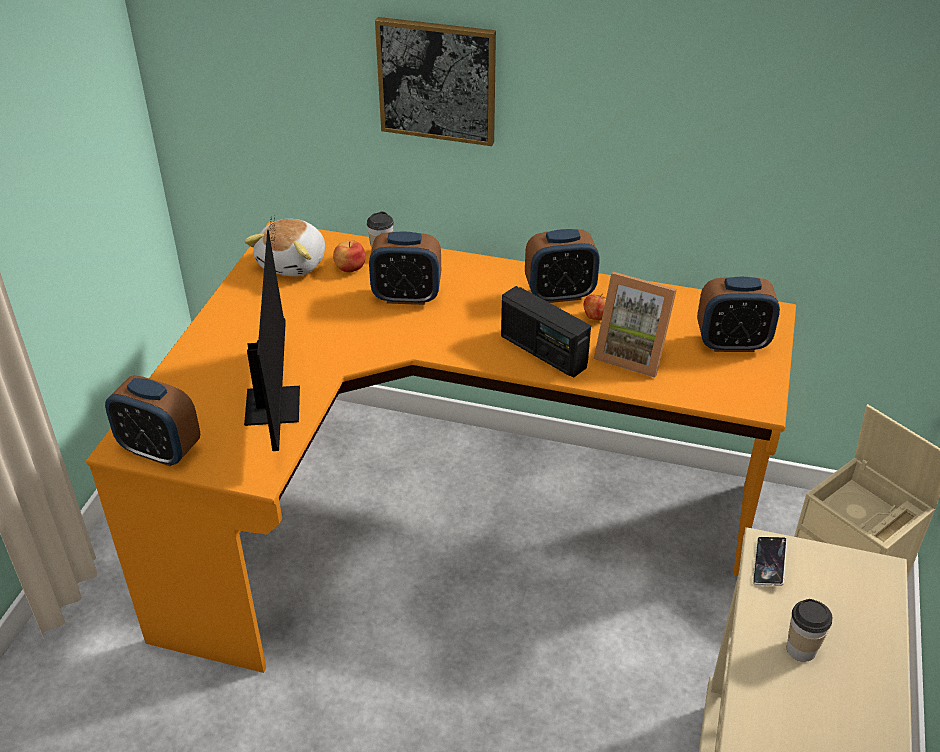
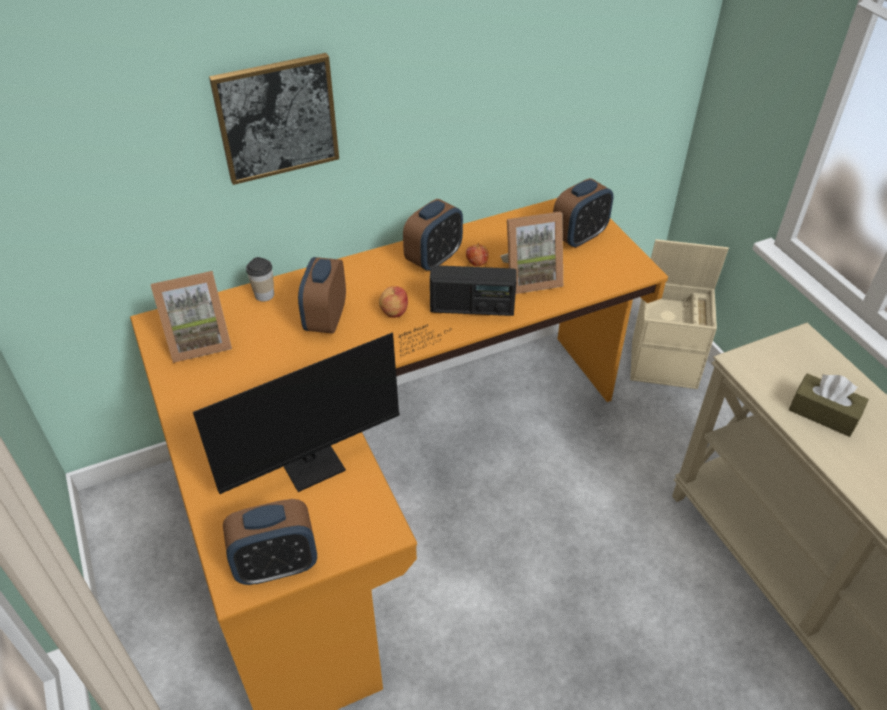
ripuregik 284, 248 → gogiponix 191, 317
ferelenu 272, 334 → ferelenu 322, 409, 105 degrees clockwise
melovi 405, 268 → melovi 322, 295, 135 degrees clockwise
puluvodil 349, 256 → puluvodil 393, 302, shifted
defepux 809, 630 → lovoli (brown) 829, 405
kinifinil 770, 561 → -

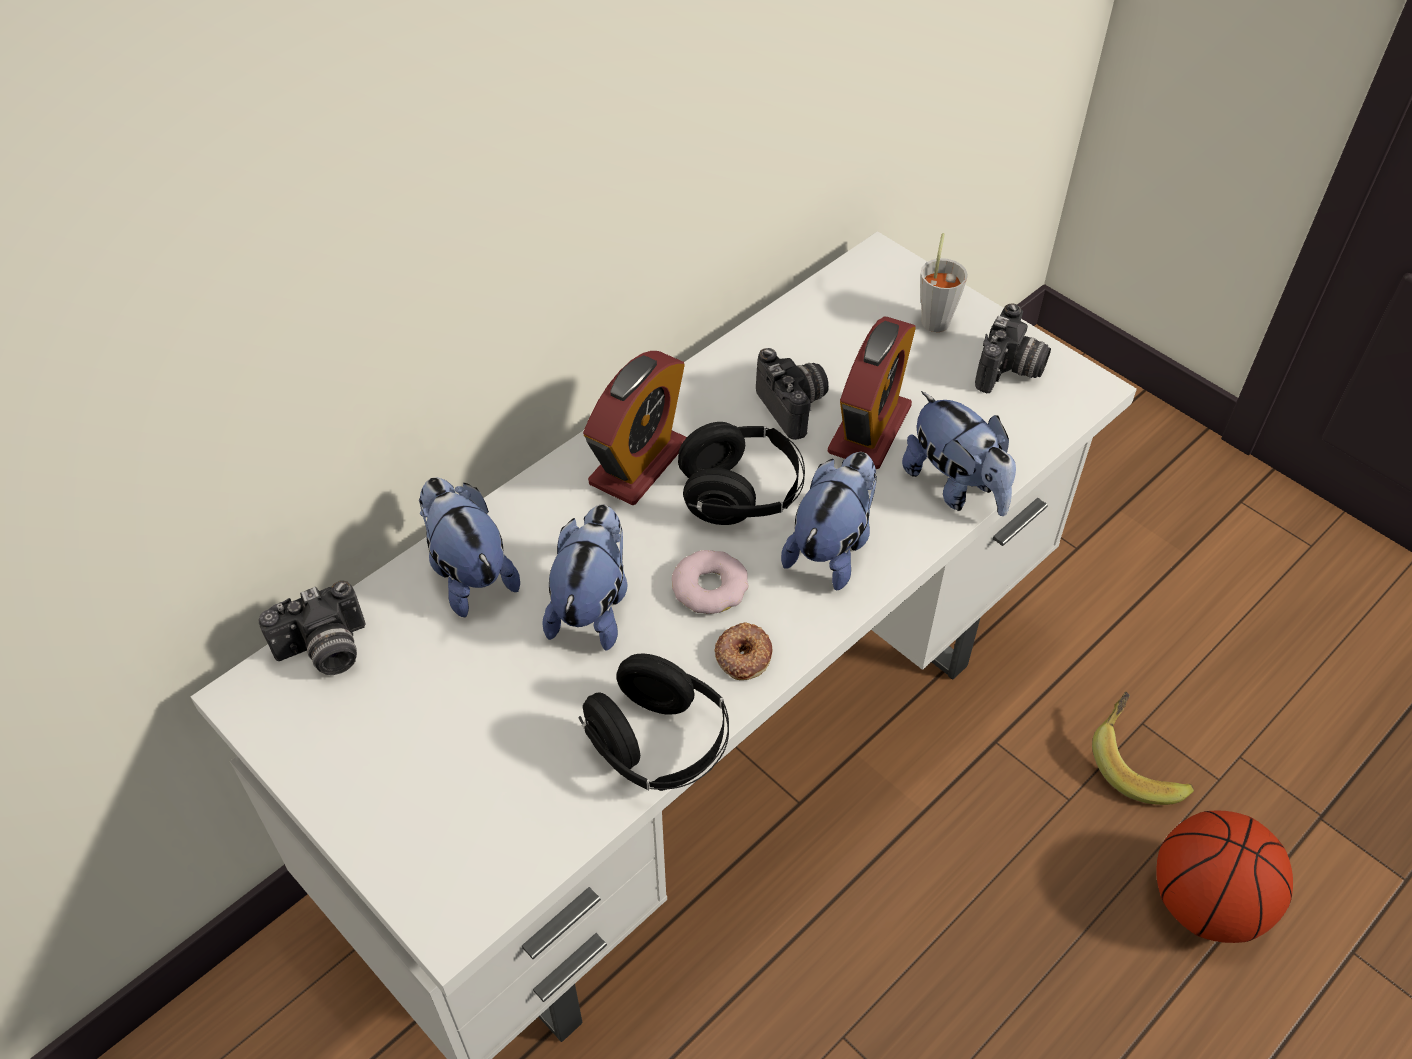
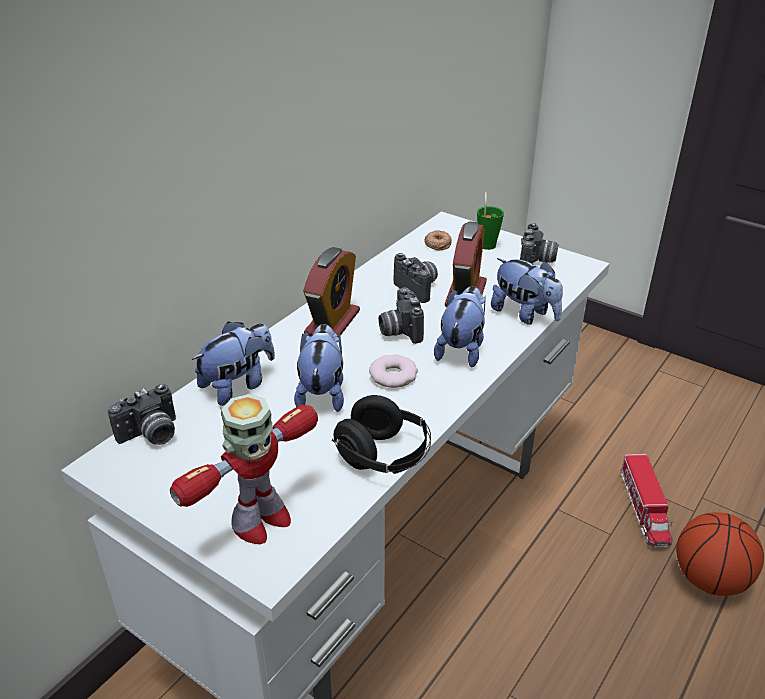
- → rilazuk 244, 469
ripuregik 469, 547 → ripuregik 233, 363, 90 degrees clockwise
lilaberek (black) 741, 473 → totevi 401, 315
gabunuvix 743, 651 → gabunuvix 438, 240, shifted
defepux (grey) 944, 282 → defepux (green) 490, 221
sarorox 1143, 748 → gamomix 647, 501

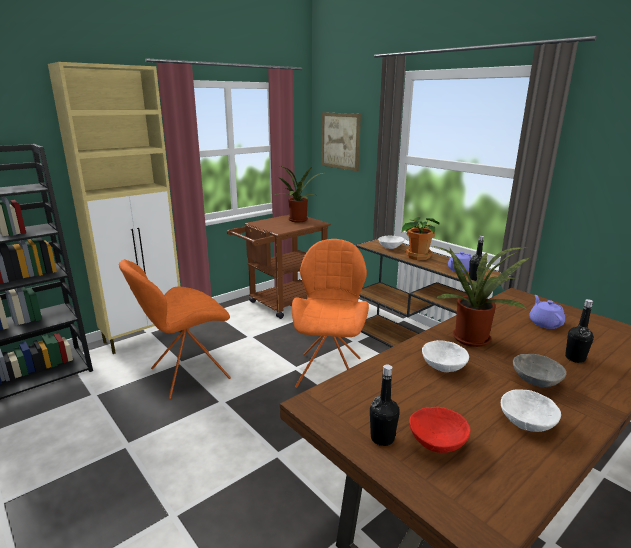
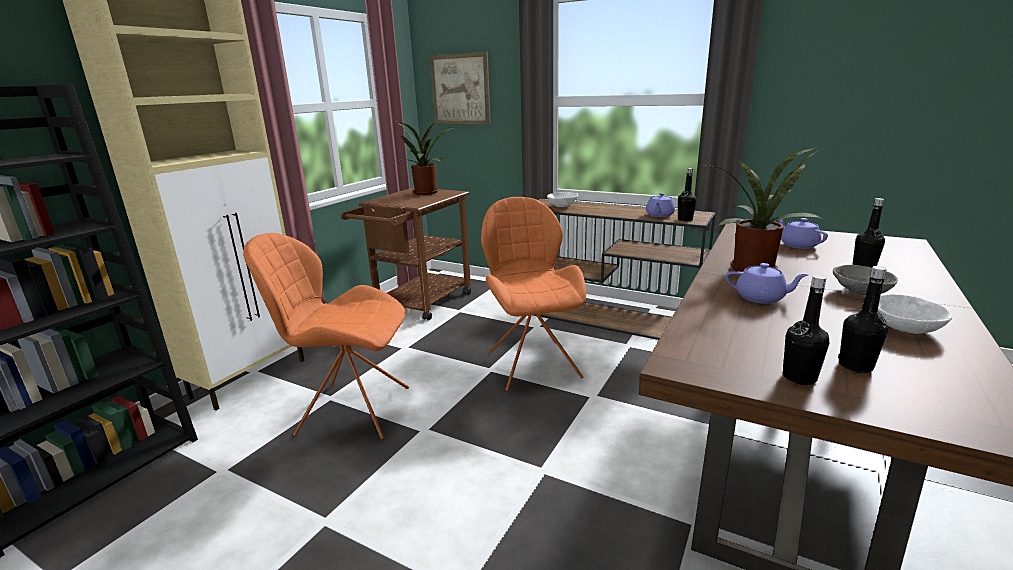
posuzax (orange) 175, 329 → posuzax (orange) 326, 336, 60 degrees clockwise
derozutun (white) 445, 356 → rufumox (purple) 767, 283
derozutun (red) 439, 430 → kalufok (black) 863, 319
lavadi 420, 238 → -

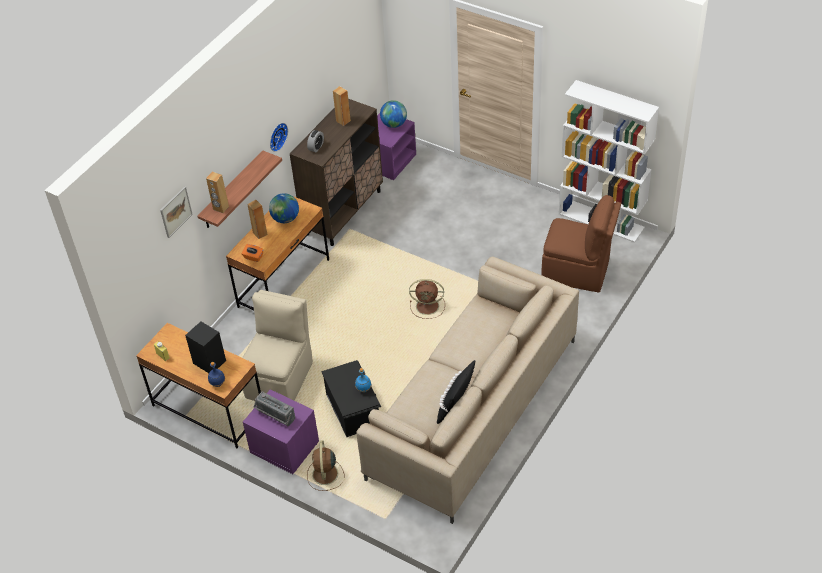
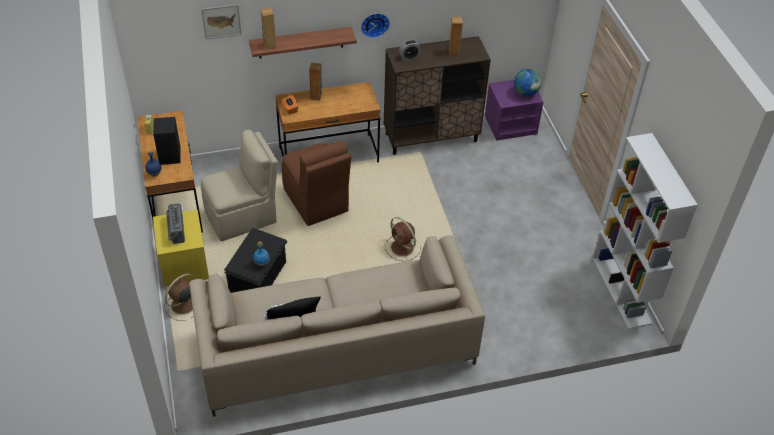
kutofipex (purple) 281, 431 → kutofipex (yellow) 181, 248
posuzax (brown) 581, 243 → posuzax (brown) 316, 183, shifted
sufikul 284, 208 → -

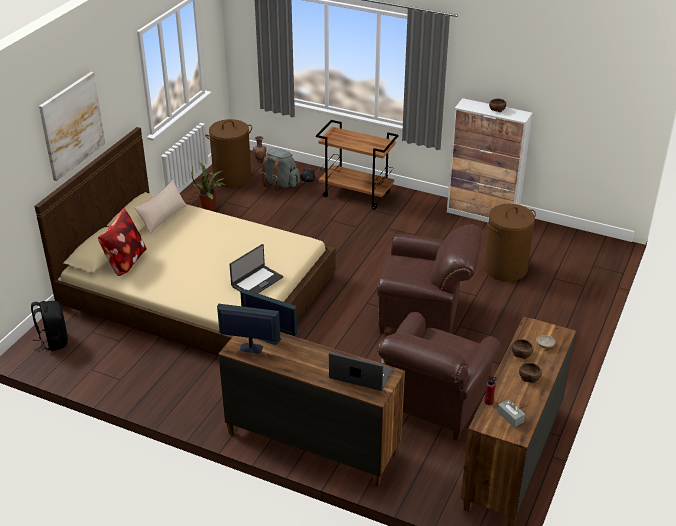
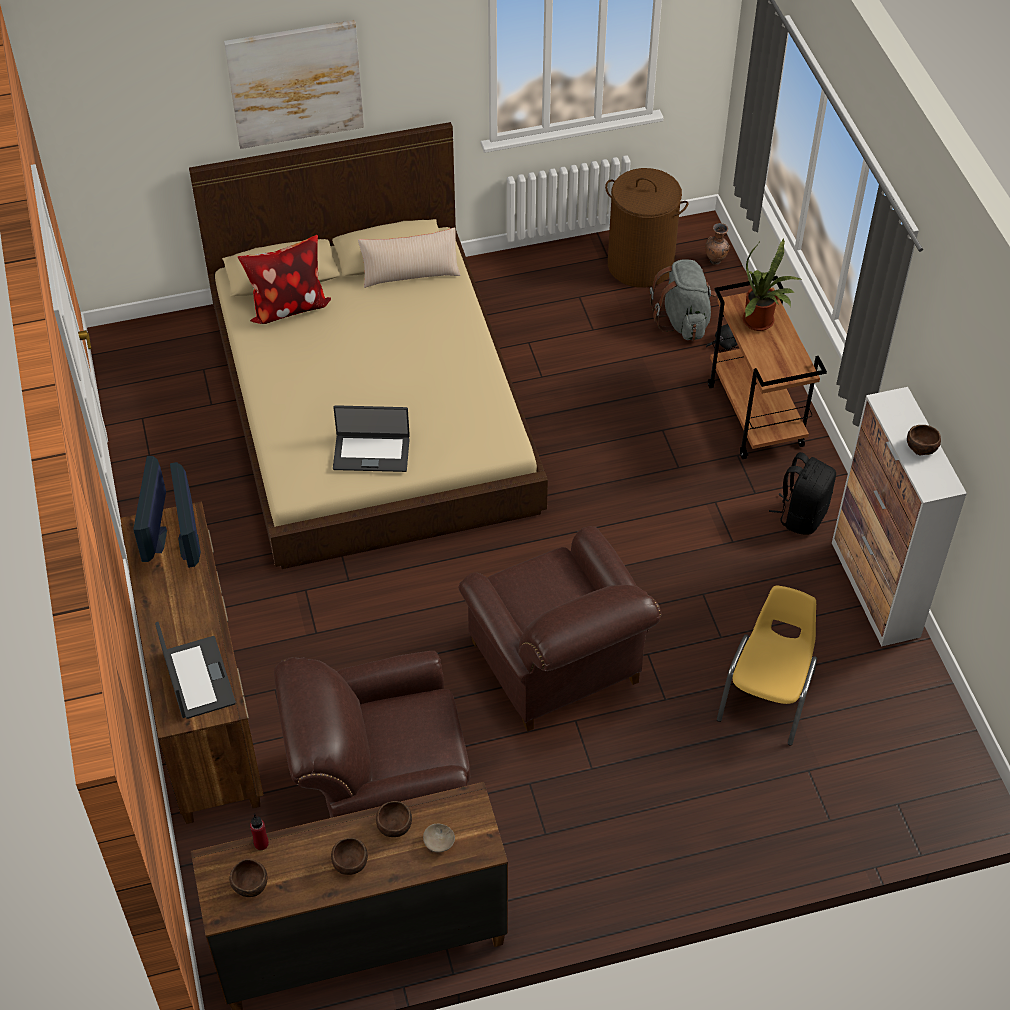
ferelenu 248, 329 → ferelenu 150, 509, 150 degrees counterclockwise
lovoli (grey) 511, 413 → derozutun (brown) 248, 878
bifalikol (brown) 510, 242 → posuzax (yellow) 767, 665
lavadi 208, 186 → lavadi 773, 285, shifted
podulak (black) 49, 326 → podulak (black) 802, 493, shifted

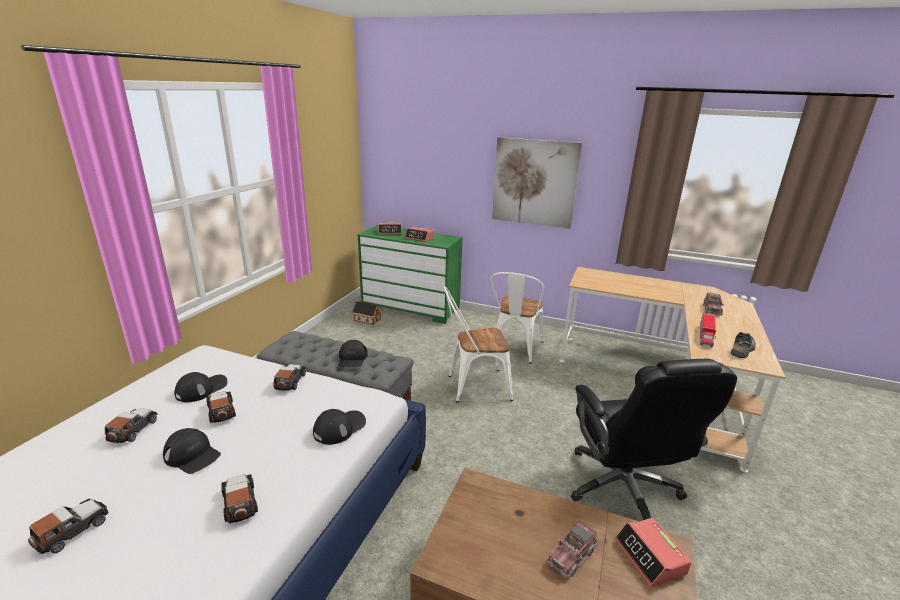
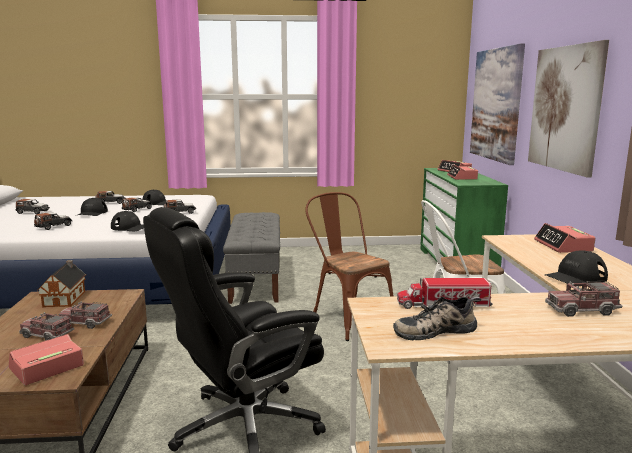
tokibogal 366, 312 → tokibogal 62, 283, shifted
- → gamomix 85, 315
posuzax (white) 478, 344 → posuzax (brown) 349, 266
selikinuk 743, 345 → selikinuk 437, 318, 150 degrees clockwise
- → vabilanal 497, 104
- → melovi 564, 238
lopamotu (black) 353, 353 → lopamotu (black) 576, 269, shifted

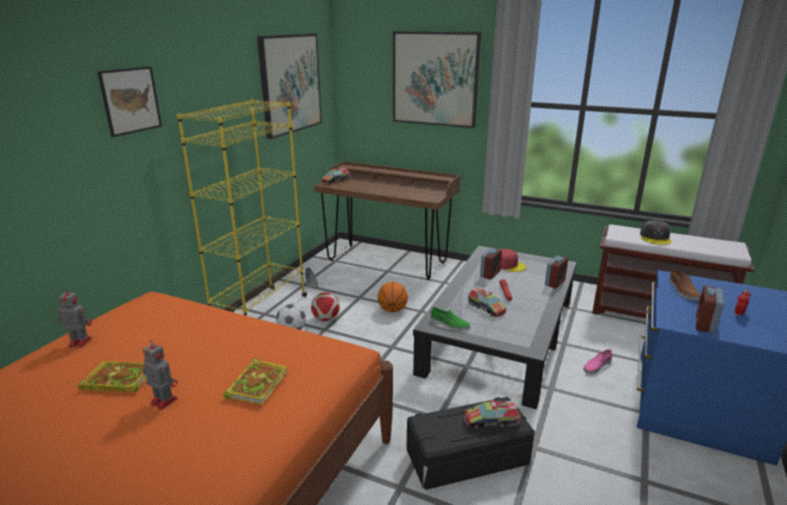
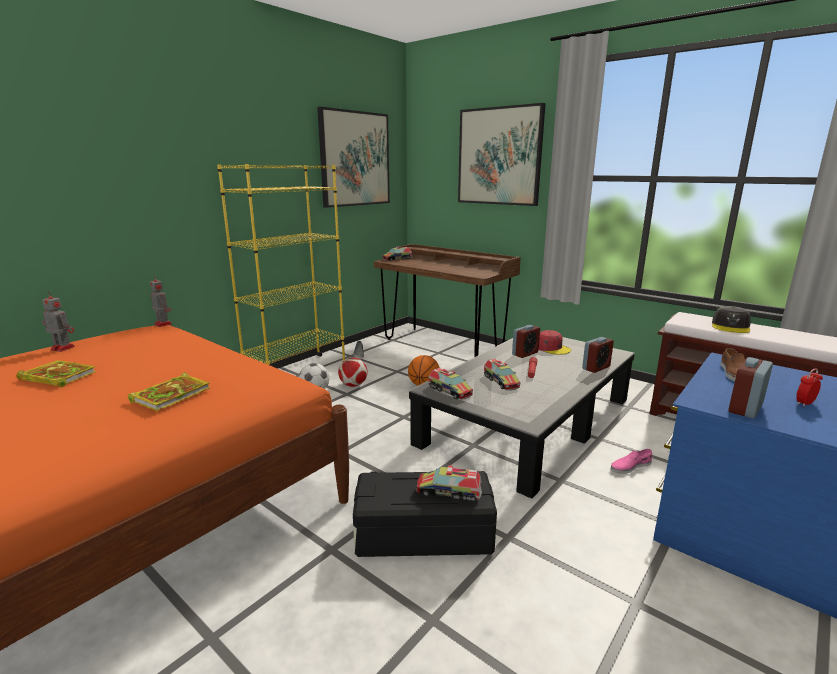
rilazuk 160, 375 → rilazuk 161, 301, shifted
selikinuk (green) 450, 319 → gamomix 450, 383
vabilanal 129, 101 → -

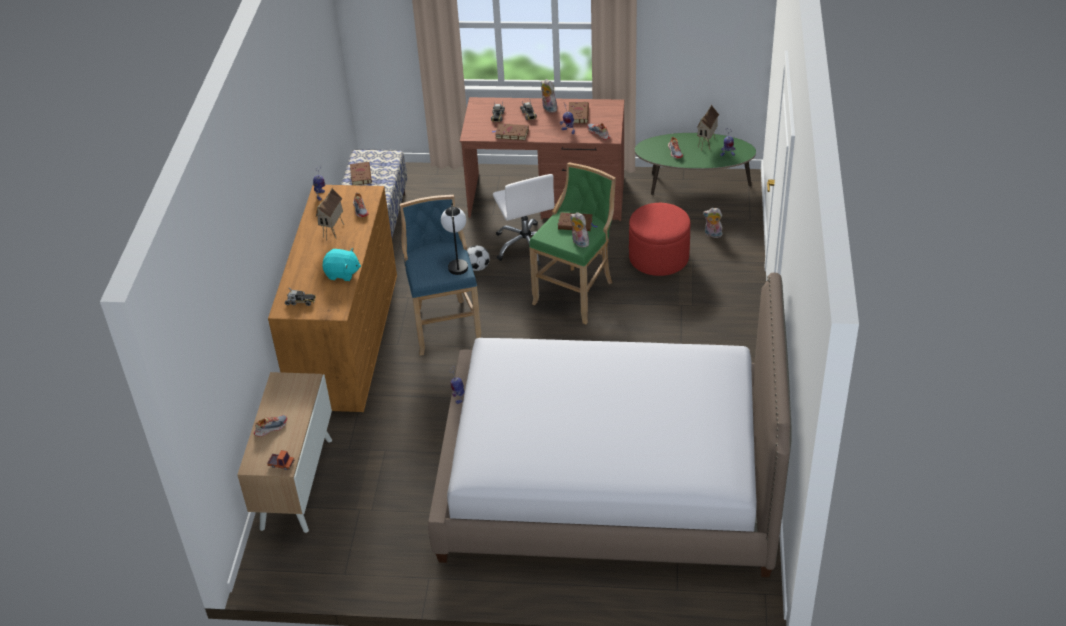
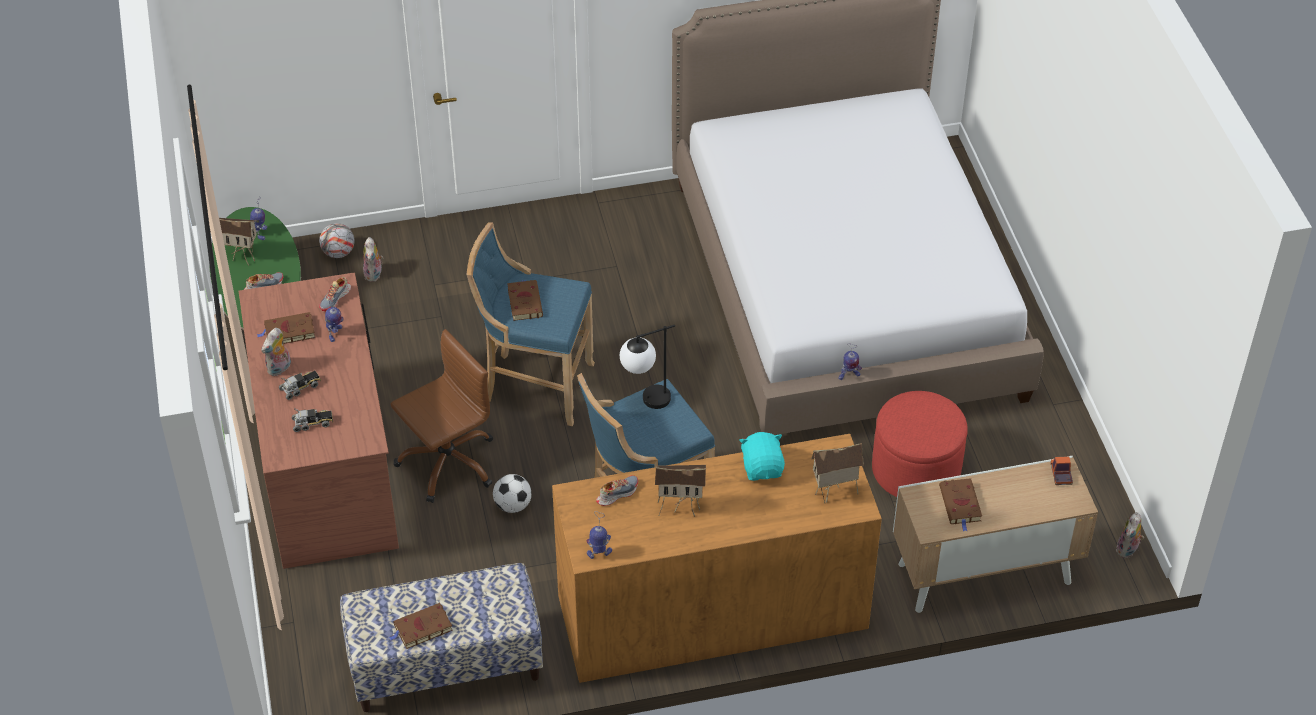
- → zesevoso 337, 240
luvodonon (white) 523, 220 → luvodonon (brown) 442, 416
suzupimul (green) 572, 243 → suzupimul (blue) 531, 324
gamomix 300, 297 → tokibogal 837, 473
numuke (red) 660, 239 → numuke (red) 920, 444, shifted
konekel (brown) 510, 132 → konekel (brown) 960, 505, shifted
ripuregik 579, 230 → ripuregik 1130, 535, shifted
selikinuk 270, 426 → -

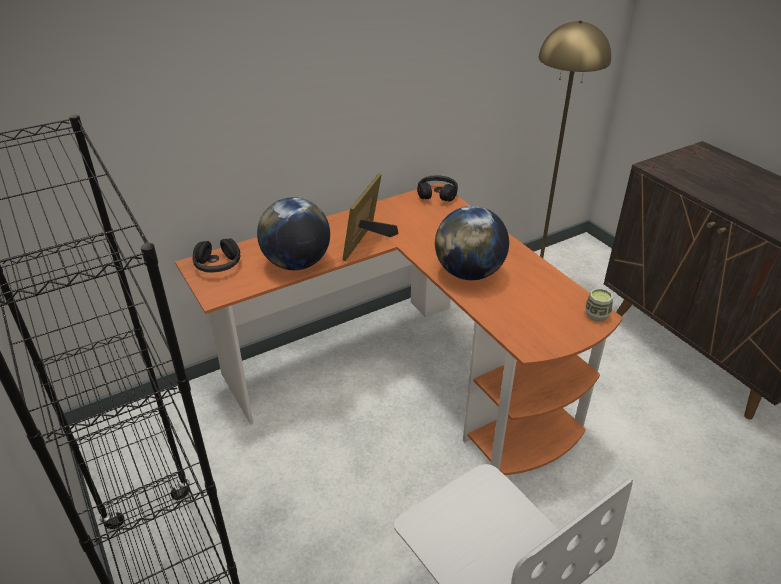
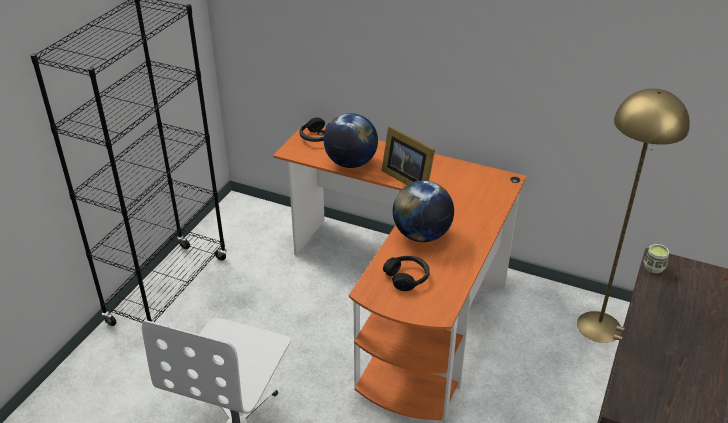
gogiponix 370, 217 → gogiponix 408, 155, 120 degrees counterclockwise
lilaberek (black) 437, 188 → lilaberek (black) 406, 273, shifted
defepux 599, 305 → defepux 657, 259, shifted

